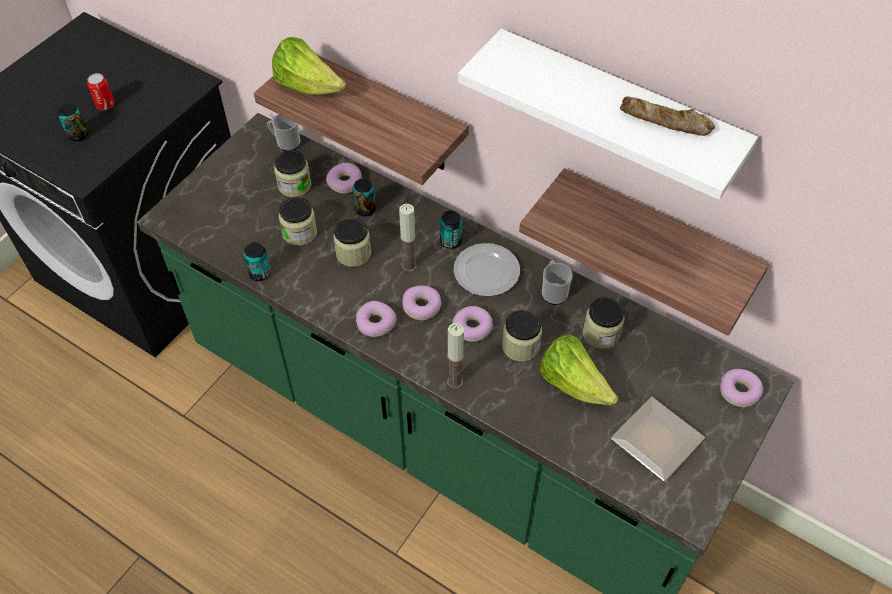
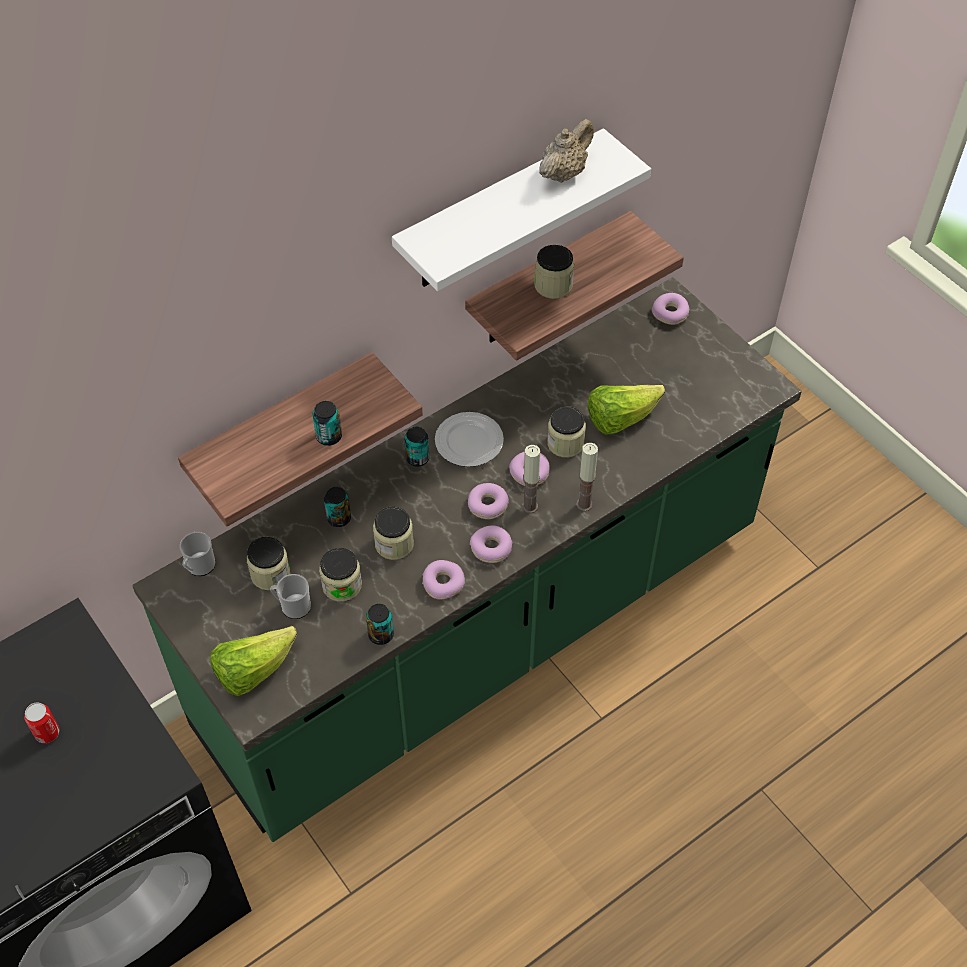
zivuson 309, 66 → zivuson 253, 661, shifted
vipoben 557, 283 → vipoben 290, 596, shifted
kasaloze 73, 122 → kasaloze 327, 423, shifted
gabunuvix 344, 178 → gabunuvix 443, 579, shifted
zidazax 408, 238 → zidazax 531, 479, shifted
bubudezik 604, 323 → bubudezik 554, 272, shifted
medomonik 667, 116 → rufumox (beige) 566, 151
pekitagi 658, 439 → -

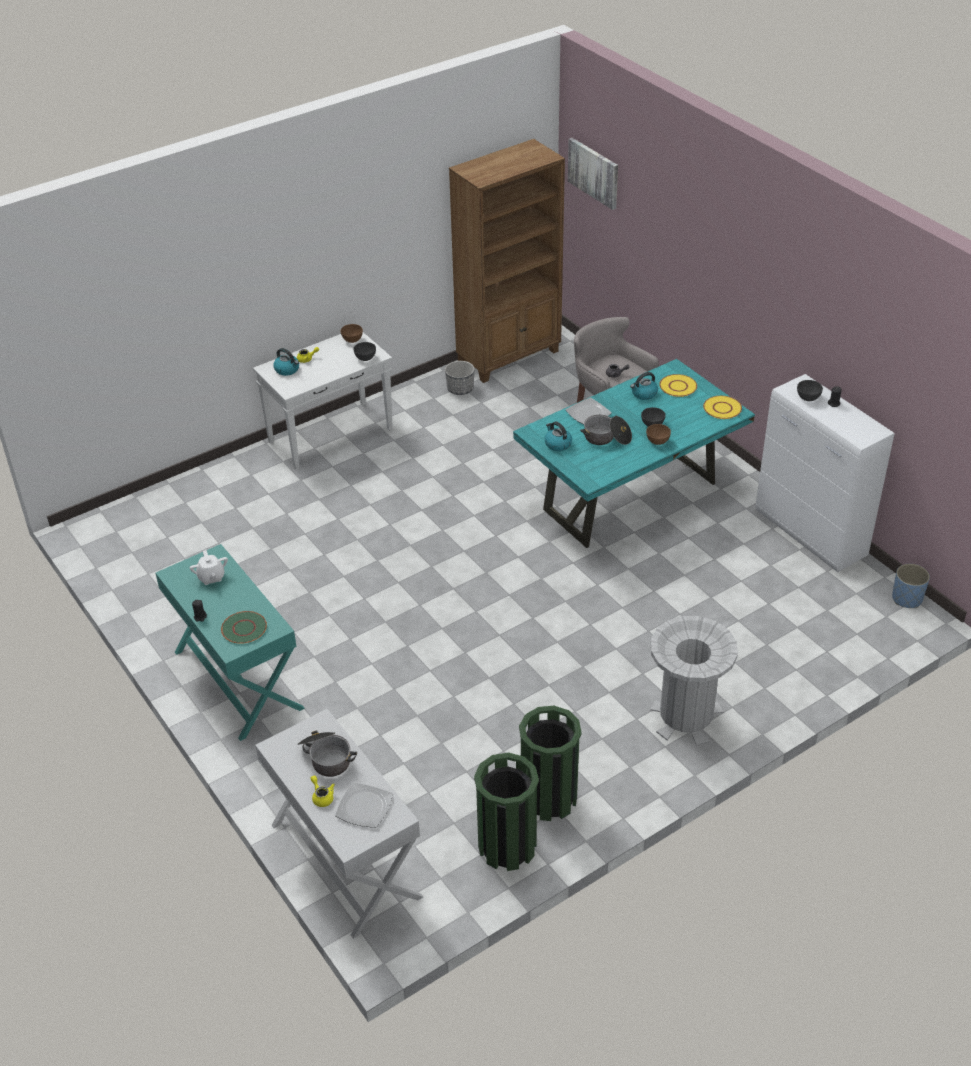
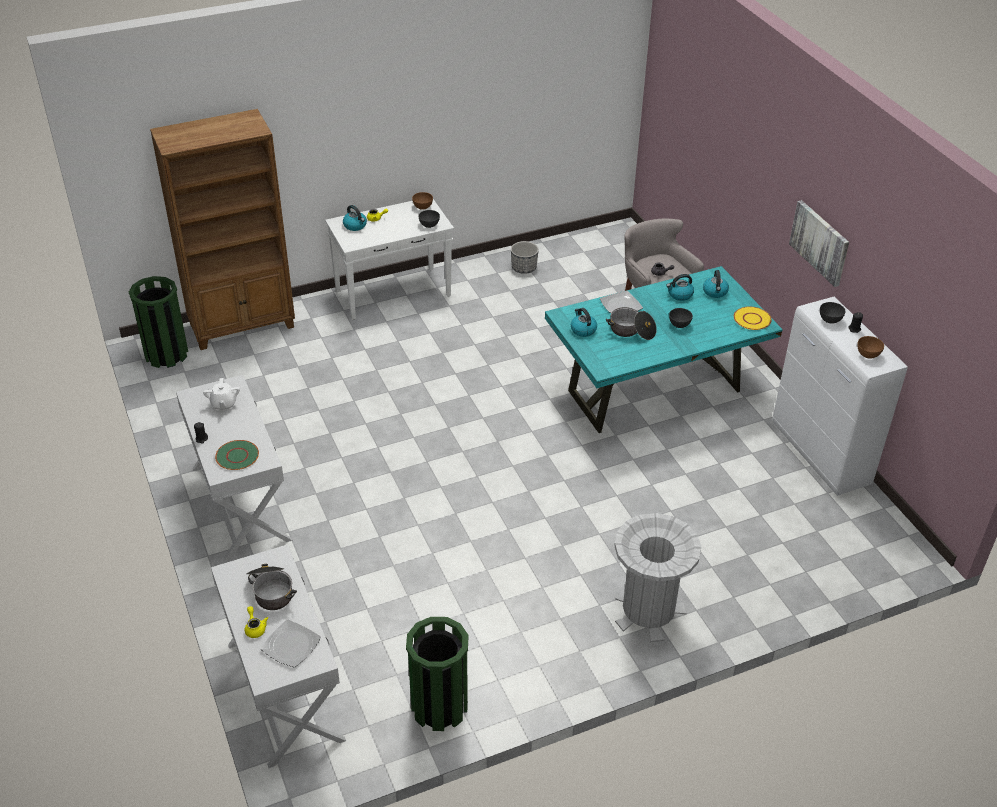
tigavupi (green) 550, 763 → tigavupi (green) 158, 322, shifted
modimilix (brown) 507, 261 → modimilix (brown) 222, 229, shifted
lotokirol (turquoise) 230, 642 → lotokirol (white) 234, 467
pekitagi (yellow) 678, 385 → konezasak 716, 284
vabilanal 593, 174 → vabilanal 819, 243, shifted
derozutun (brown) 658, 434 → derozutun (brown) 870, 347, shifted
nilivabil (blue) 911, 586 → -

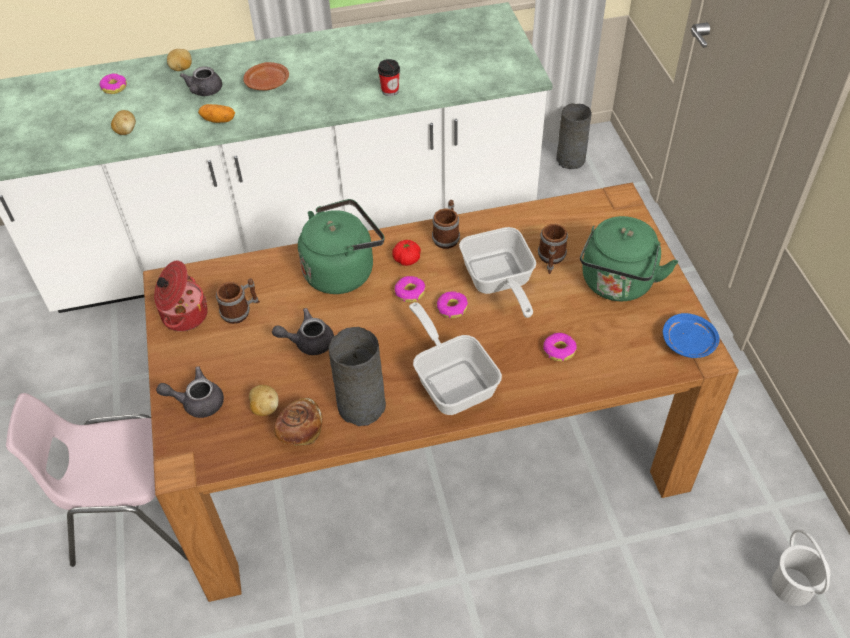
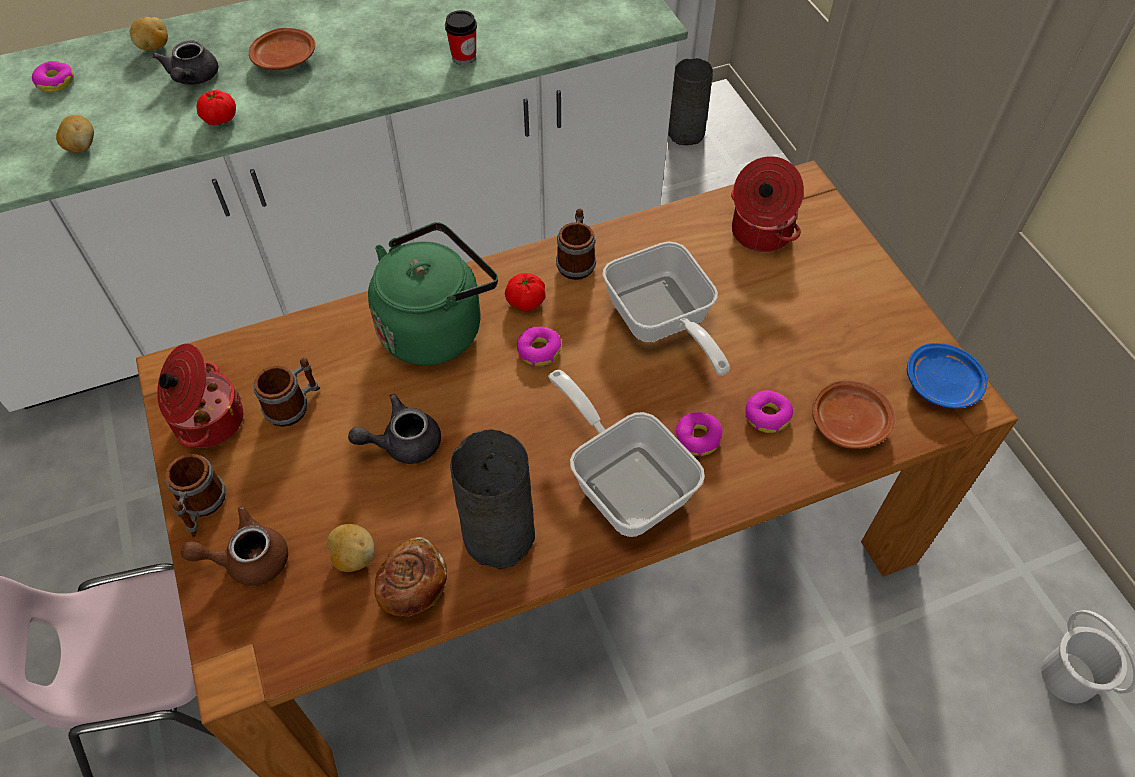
vipoben 553, 249 → vipoben 195, 495, shifted
rufumox (grey) 190, 392 → rufumox (brown) 234, 546
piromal 216, 113 → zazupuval 216, 107
gabunuvix 452, 304 → gabunuvix 699, 434, shifted
- → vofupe 767, 204
- → pekitagi (brown) 853, 415
konezasak (green) 629, 258 → -

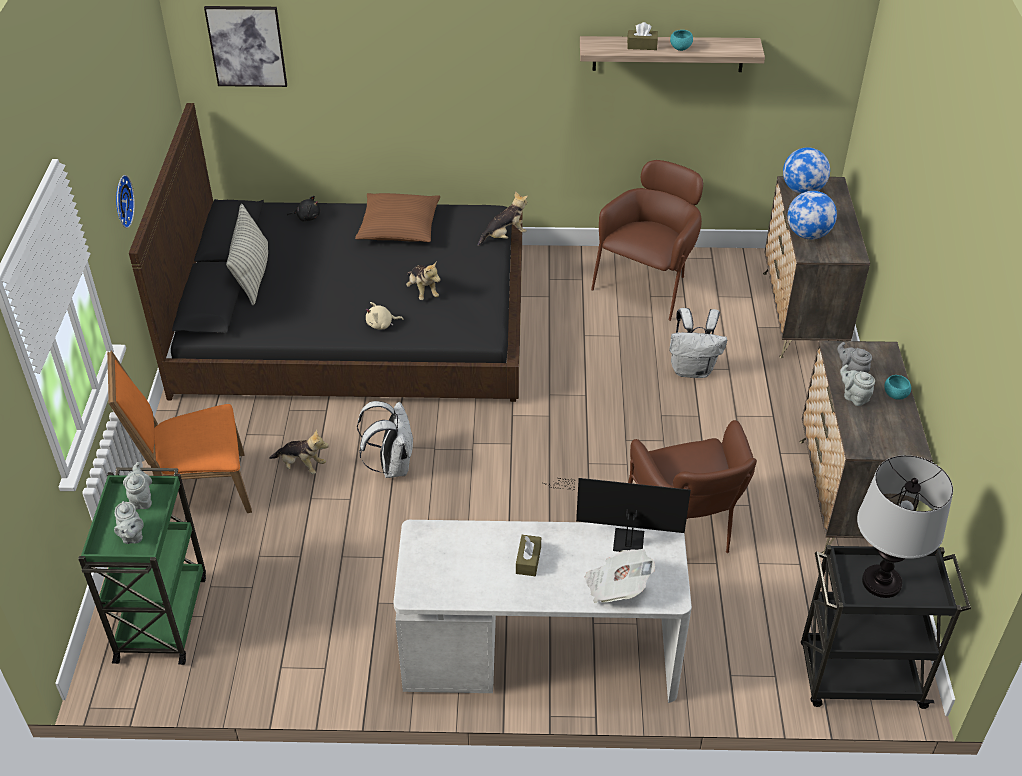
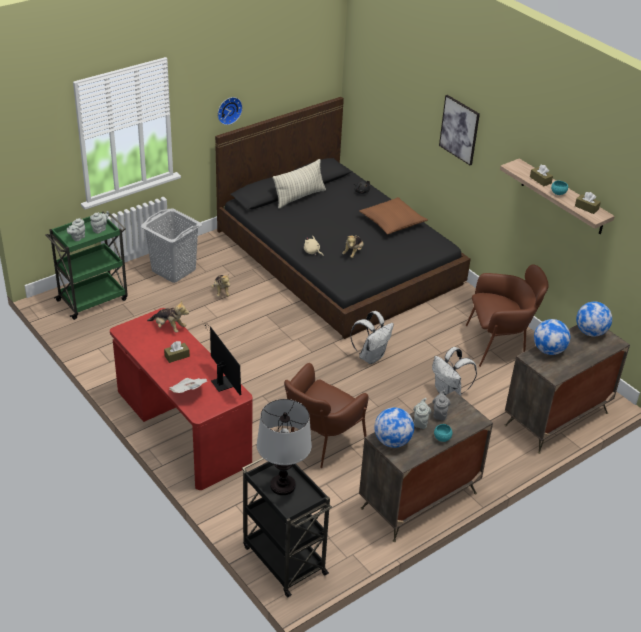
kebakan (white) 542, 611 → kebakan (red) 181, 399
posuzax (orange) 179, 431 → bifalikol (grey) 171, 245
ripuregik 503, 218 → ripuregik 168, 317, shifted
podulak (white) 385, 439 → podulak (white) 372, 337, shifted
- → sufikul 394, 427
vabilanal 245, 46 → vabilanal 459, 130, shifted
- → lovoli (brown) 588, 203

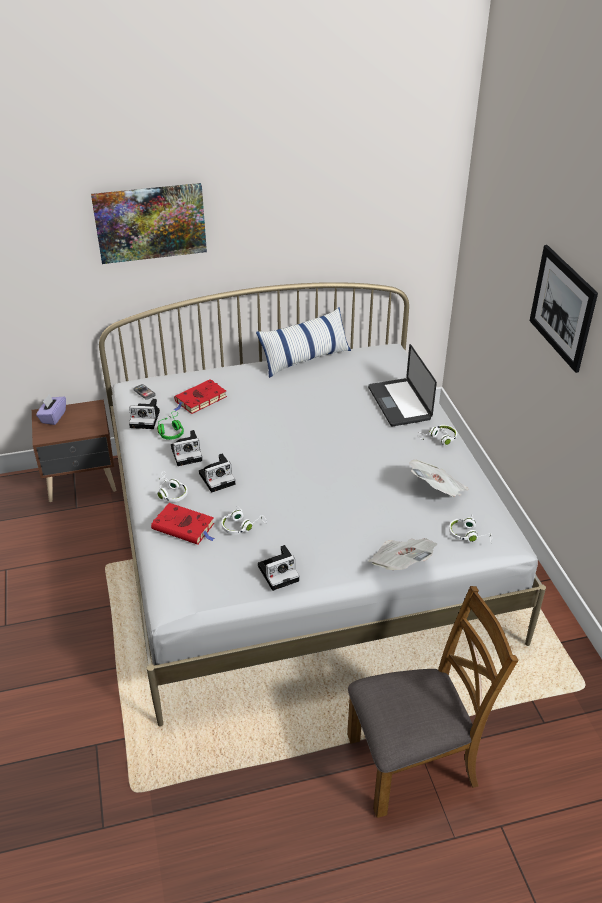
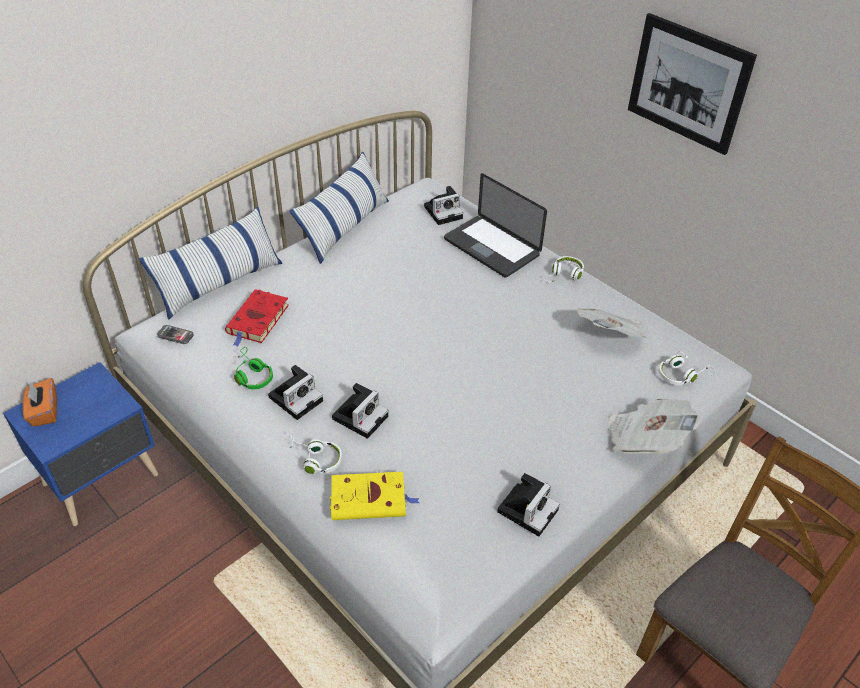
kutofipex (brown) 74, 450 → kutofipex (blue) 80, 444
lovoli (purple) 51, 409 → lovoli (orange) 40, 402
- → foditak 210, 263
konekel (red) 183, 524 → konekel (yellow) 374, 496
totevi 144, 414 → totevi 443, 205, shifted
vabilanal 149, 223 → -
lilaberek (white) 244, 520 → -

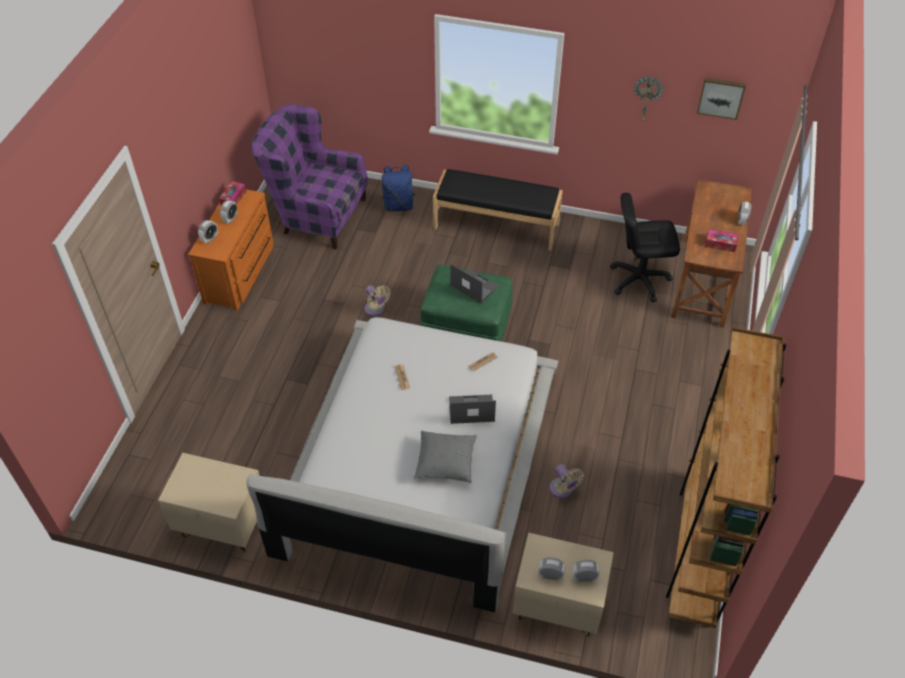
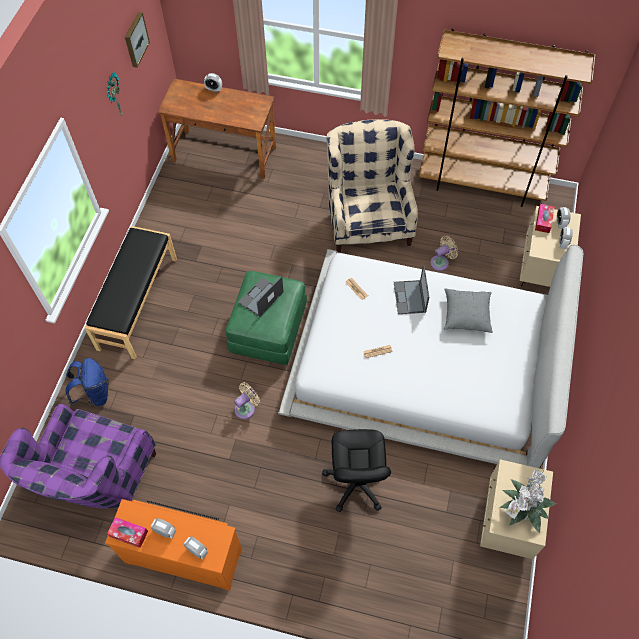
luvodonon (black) 645, 247 → luvodonon (black) 356, 470, shifted
- → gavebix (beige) 372, 186
- → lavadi 528, 501
lovoli 721, 240 → lovoli 545, 218, shifted

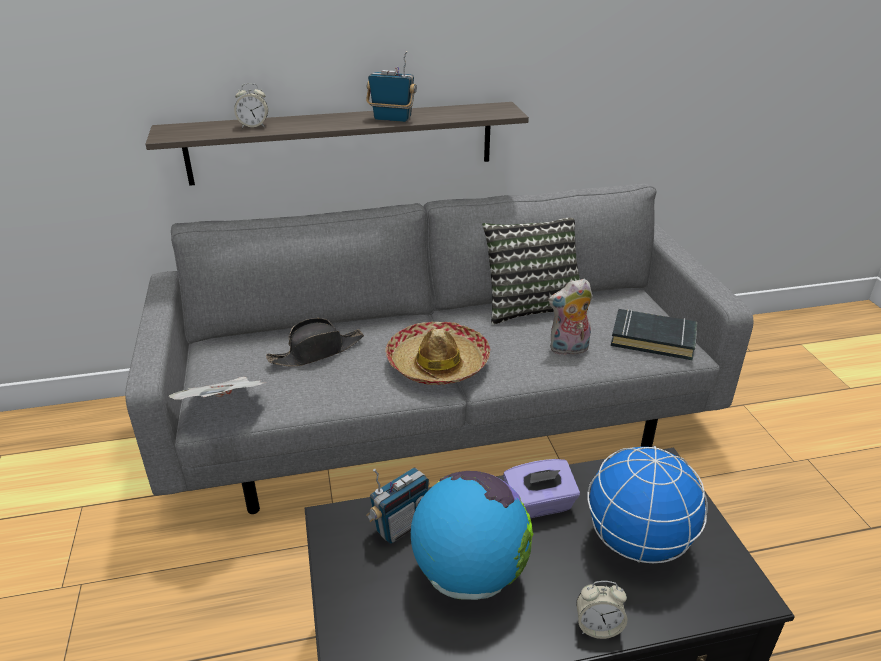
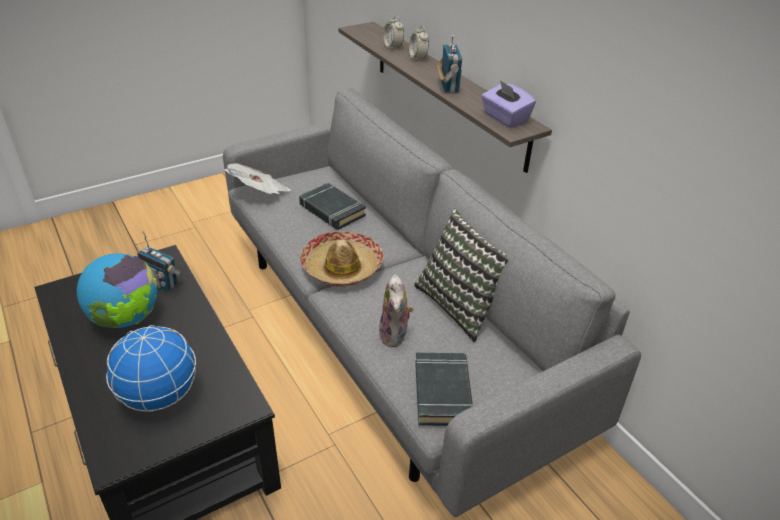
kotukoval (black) 315, 342 → konekel (black) 332, 206
ripuregik 570, 317 → ripuregik 396, 310, 150 degrees counterclockwise
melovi 601, 610 → melovi 419, 43, shifted
lovoli (purple) 541, 489 → lovoli (purple) 508, 104, shifted

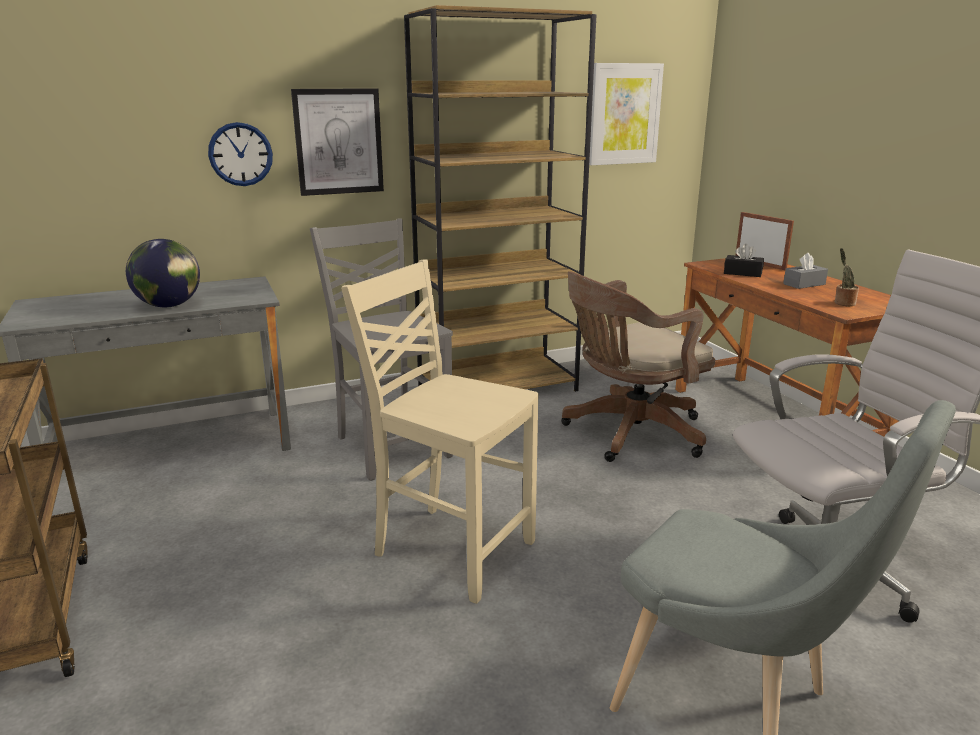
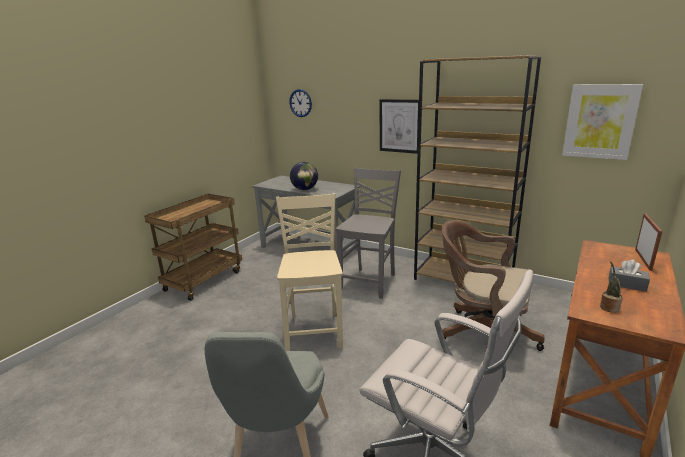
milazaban 240, 154 → milazaban 300, 103, shifted
lovoli (black) 744, 260 → -

